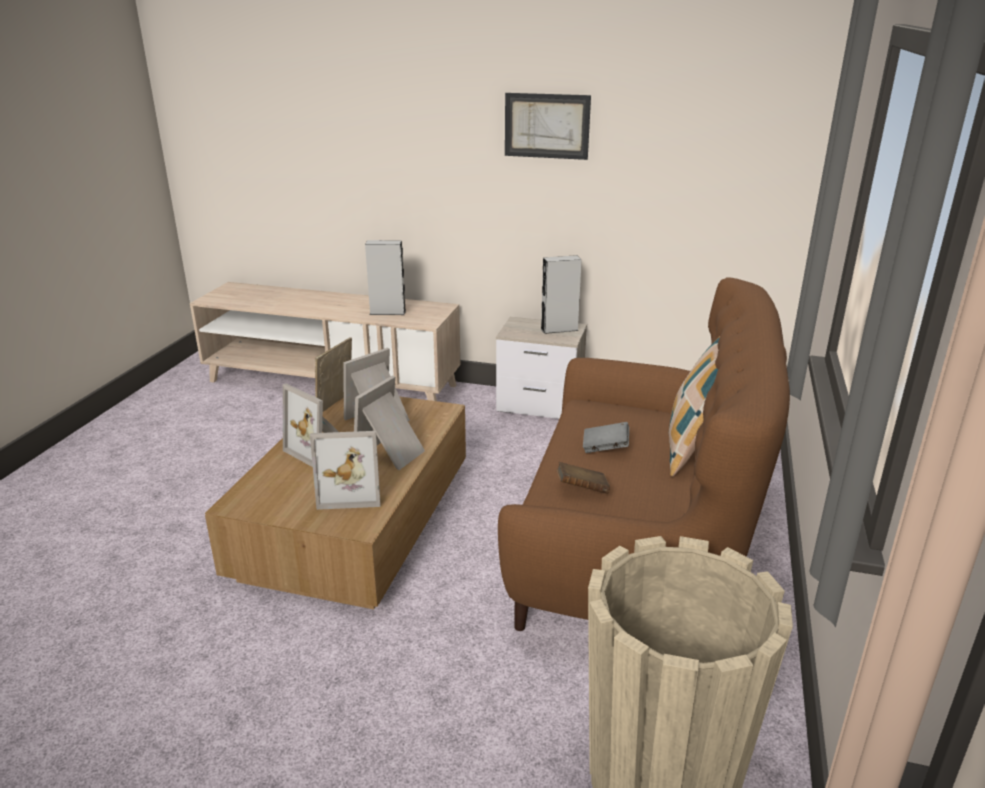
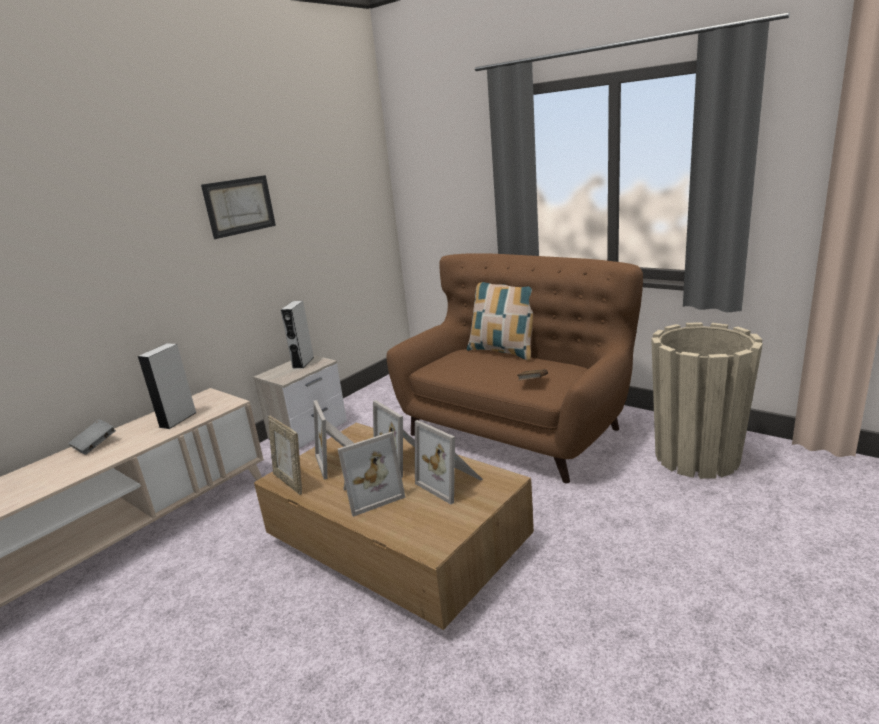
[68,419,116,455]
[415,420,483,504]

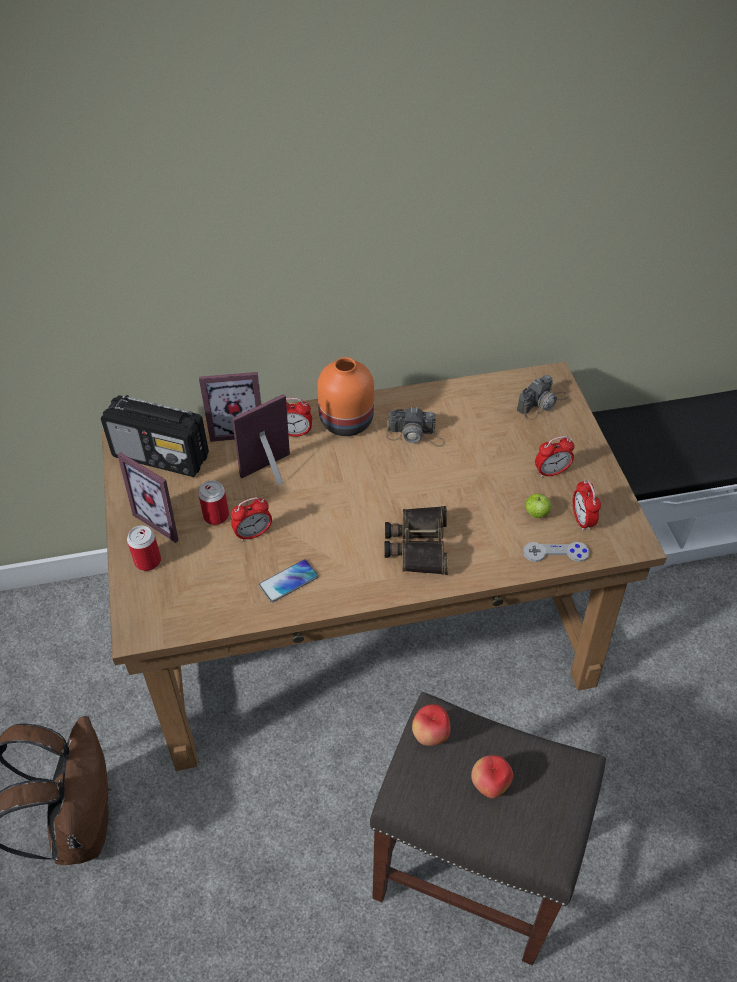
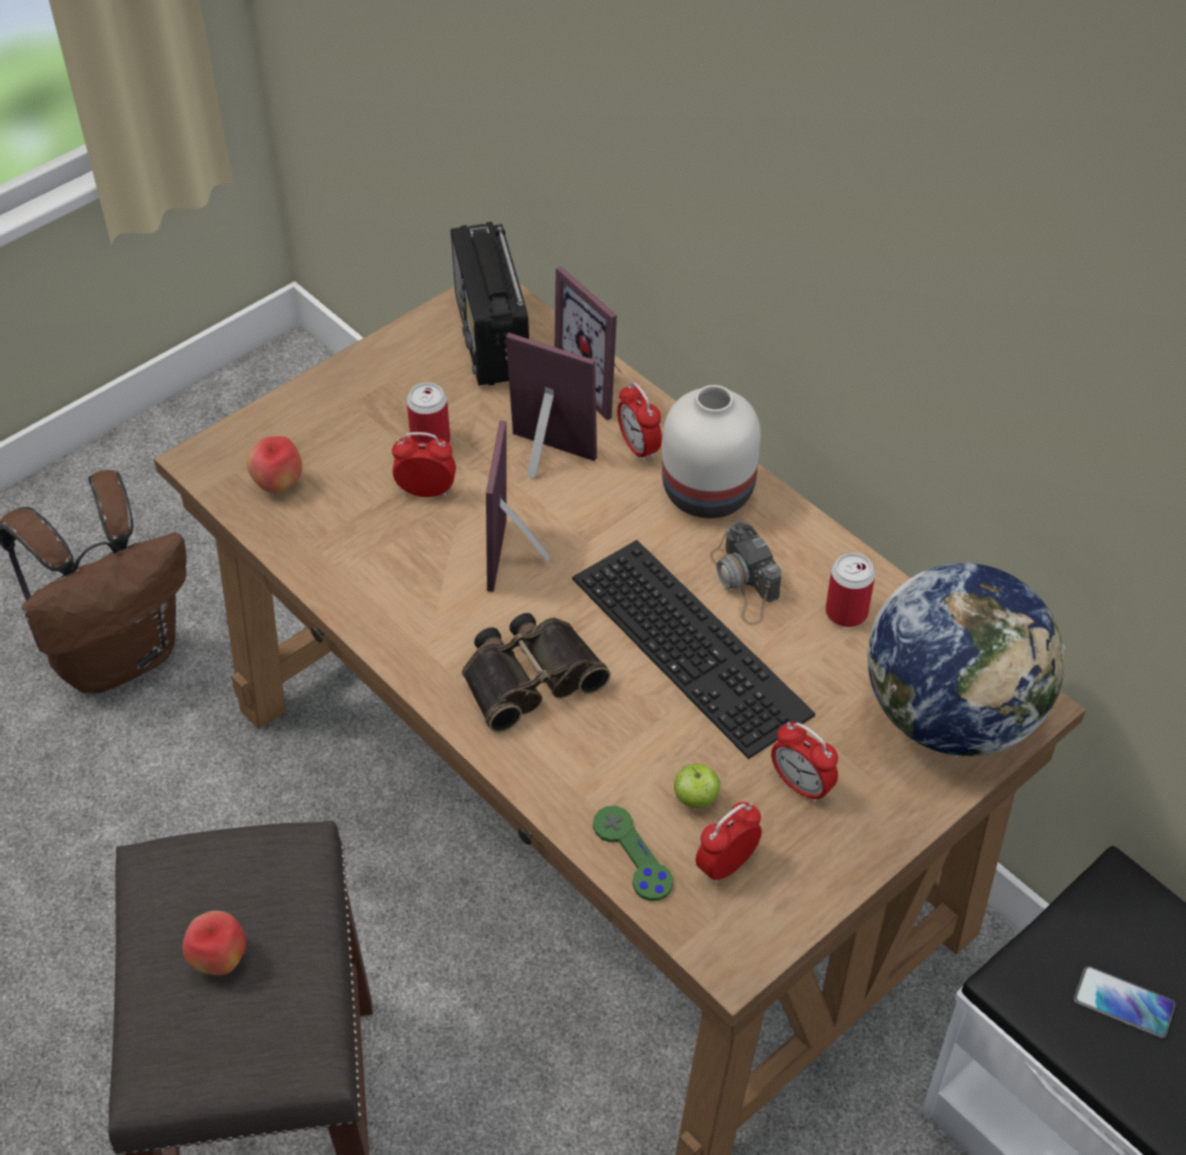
[662,385,761,518]
[867,563,1065,757]
[486,420,550,592]
[392,432,456,497]
[825,553,875,627]
[593,806,673,901]
[1074,966,1176,1038]
[247,436,302,494]
[572,540,815,759]

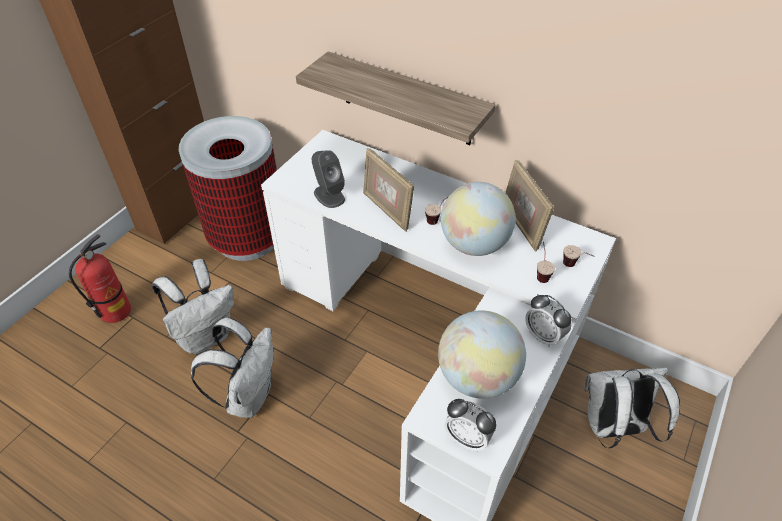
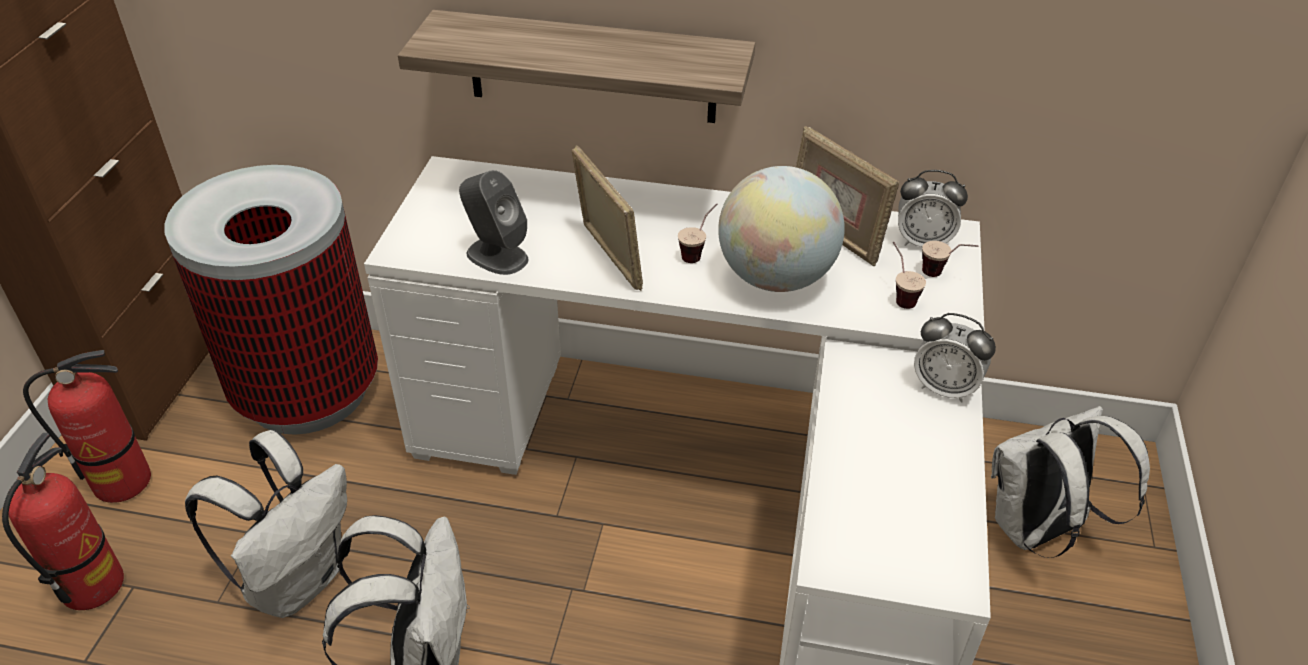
[572,145,643,291]
[438,310,526,399] (first image)
[898,170,968,247]
[23,350,151,503]

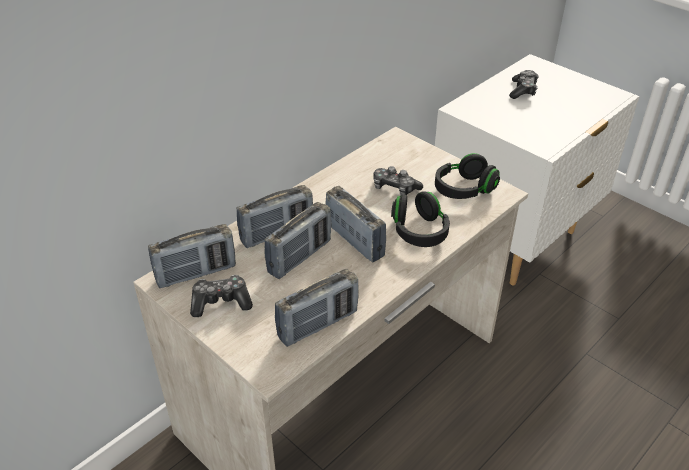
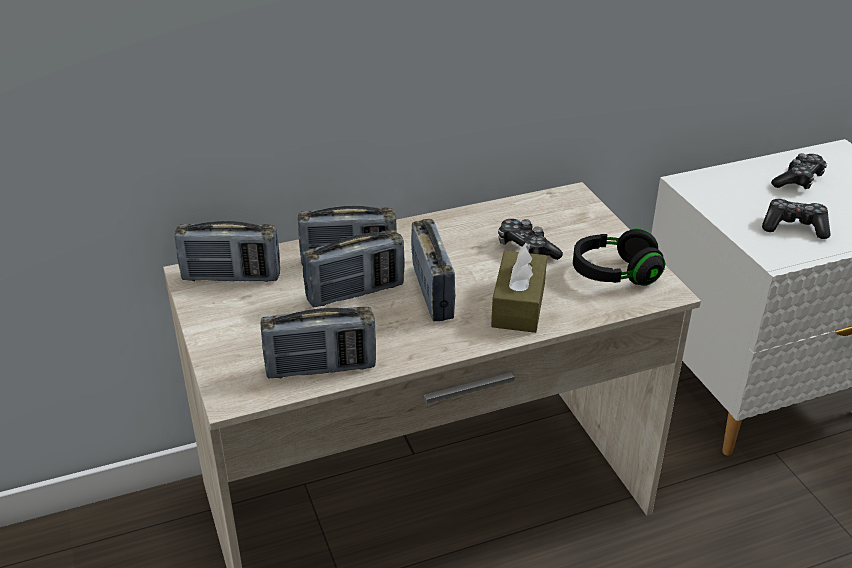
[491,243,547,333]
[762,199,831,239]

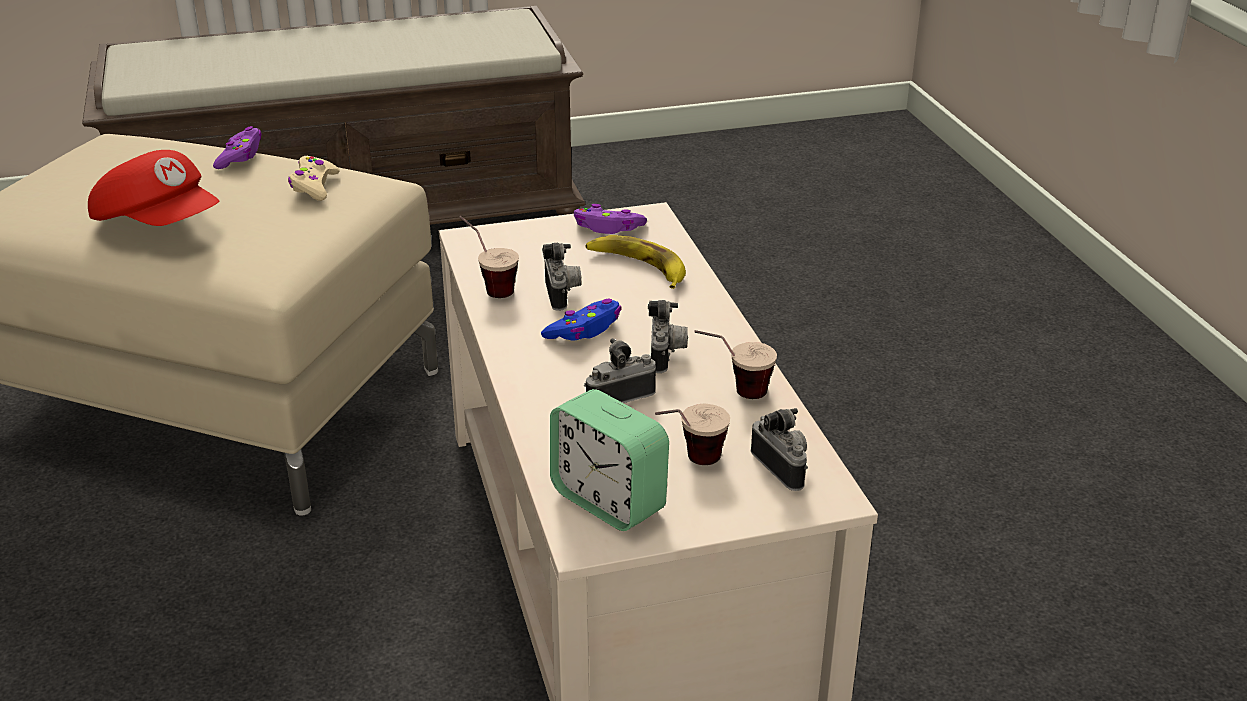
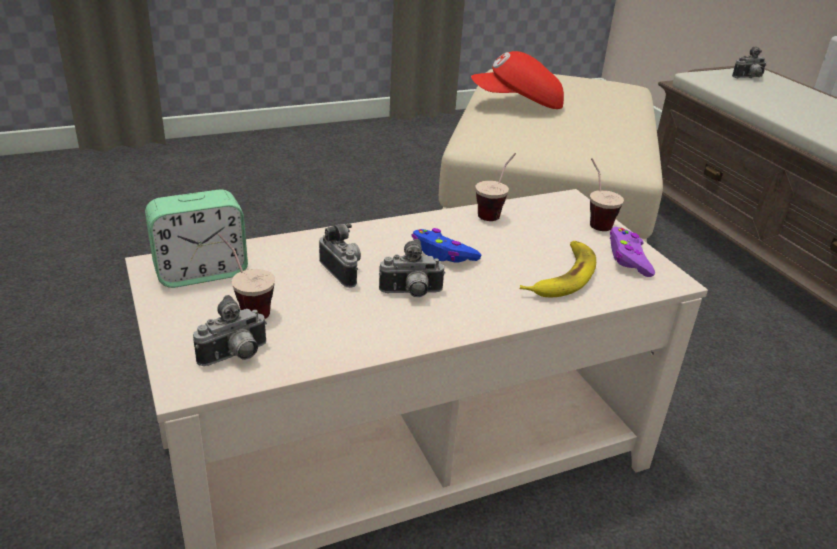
[213,126,261,169] (first image)
[471,51,564,109]
[288,156,340,201] (first image)
[732,46,766,78]
[590,158,624,231]
[145,189,248,288]

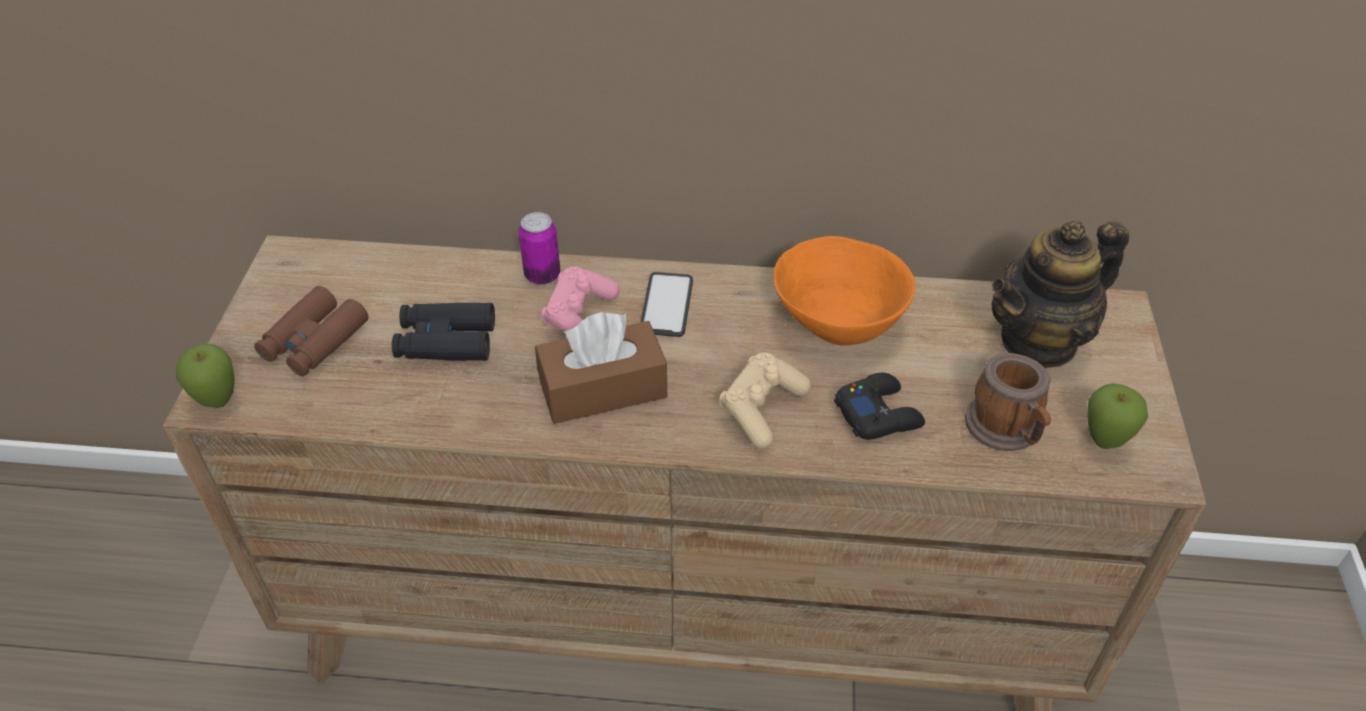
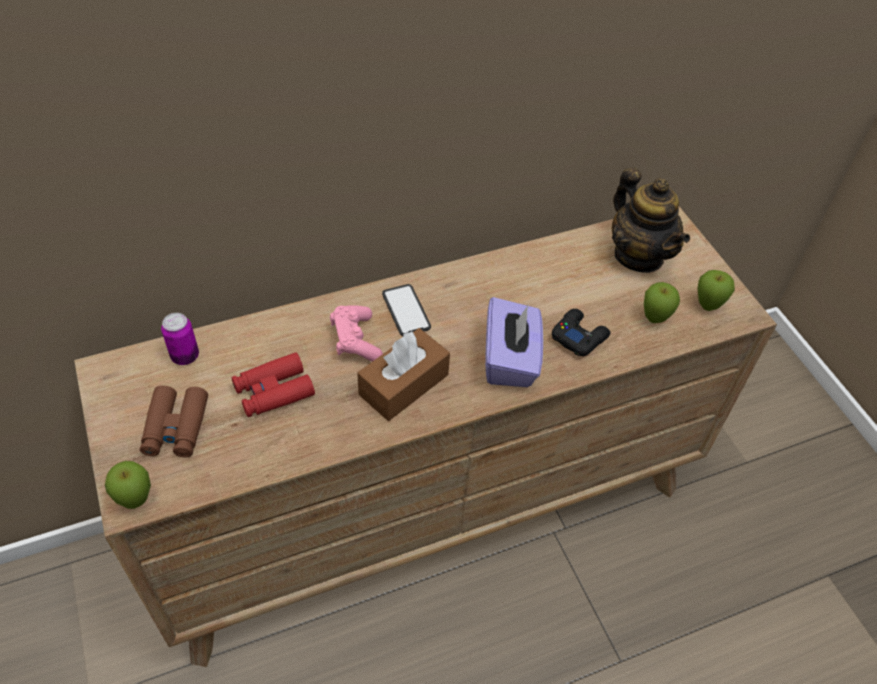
[161,313,199,365]
[612,167,690,273]
[773,236,915,345] (first image)
[232,352,315,417]
[485,297,543,387]
[644,282,680,323]

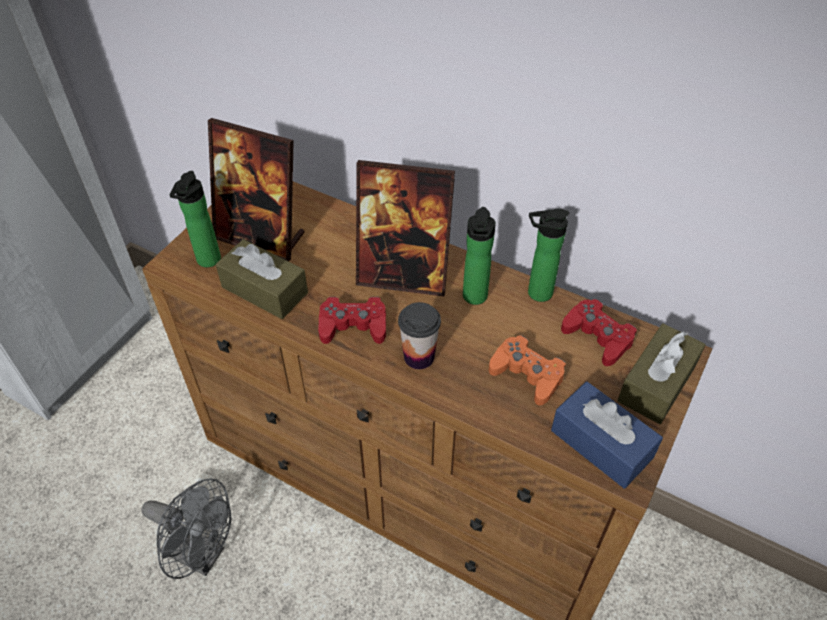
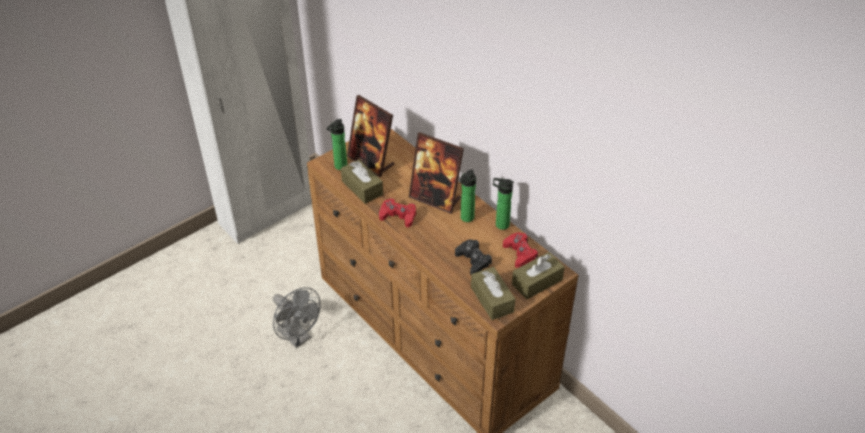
[398,302,441,369] (first image)
[455,239,492,274]
[471,267,515,320]

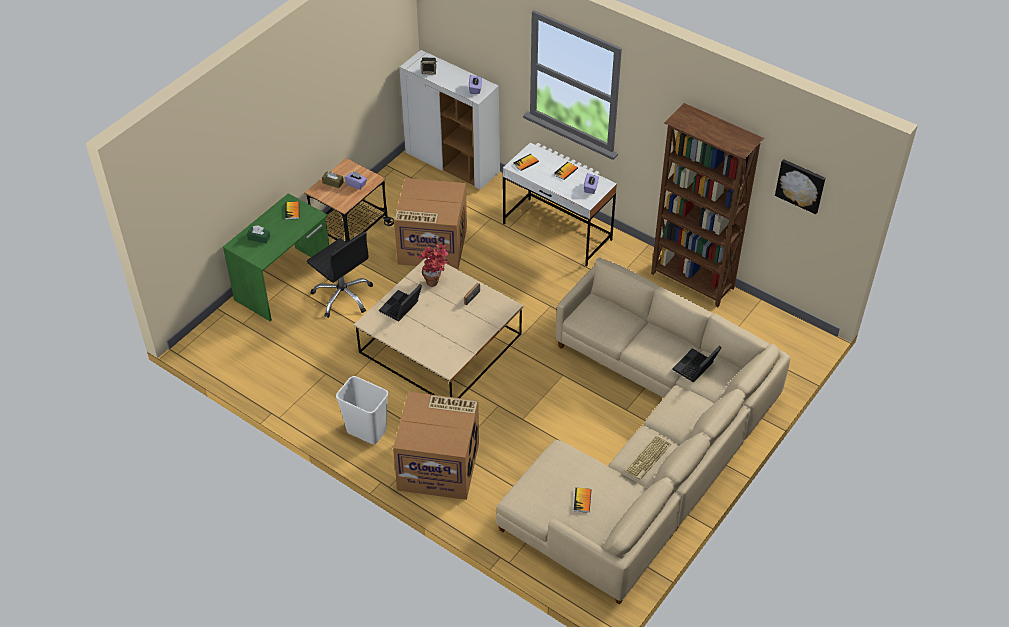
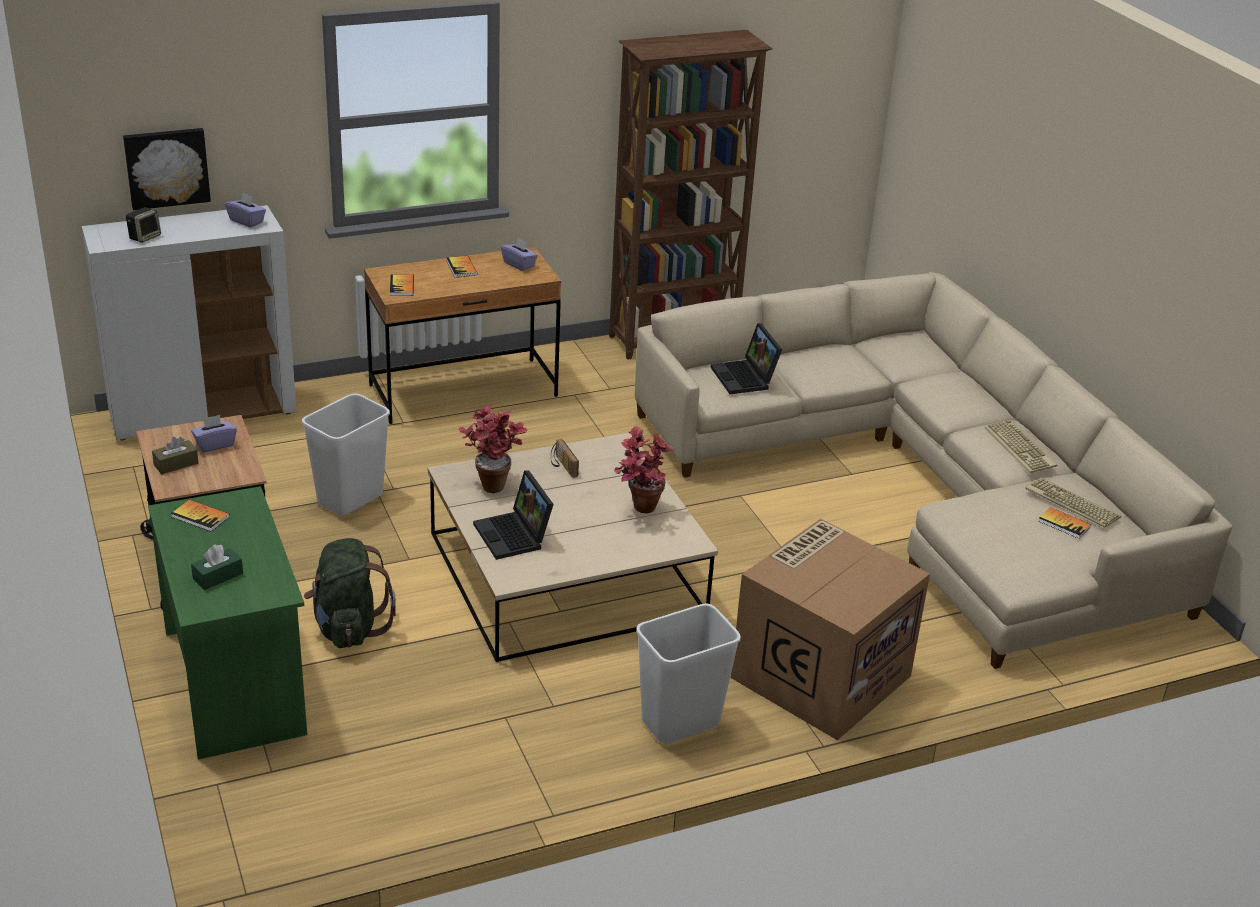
[364,247,561,424]
[123,128,211,210]
[302,393,390,515]
[304,538,396,648]
[710,323,782,394]
[614,426,674,513]
[1025,478,1121,527]

